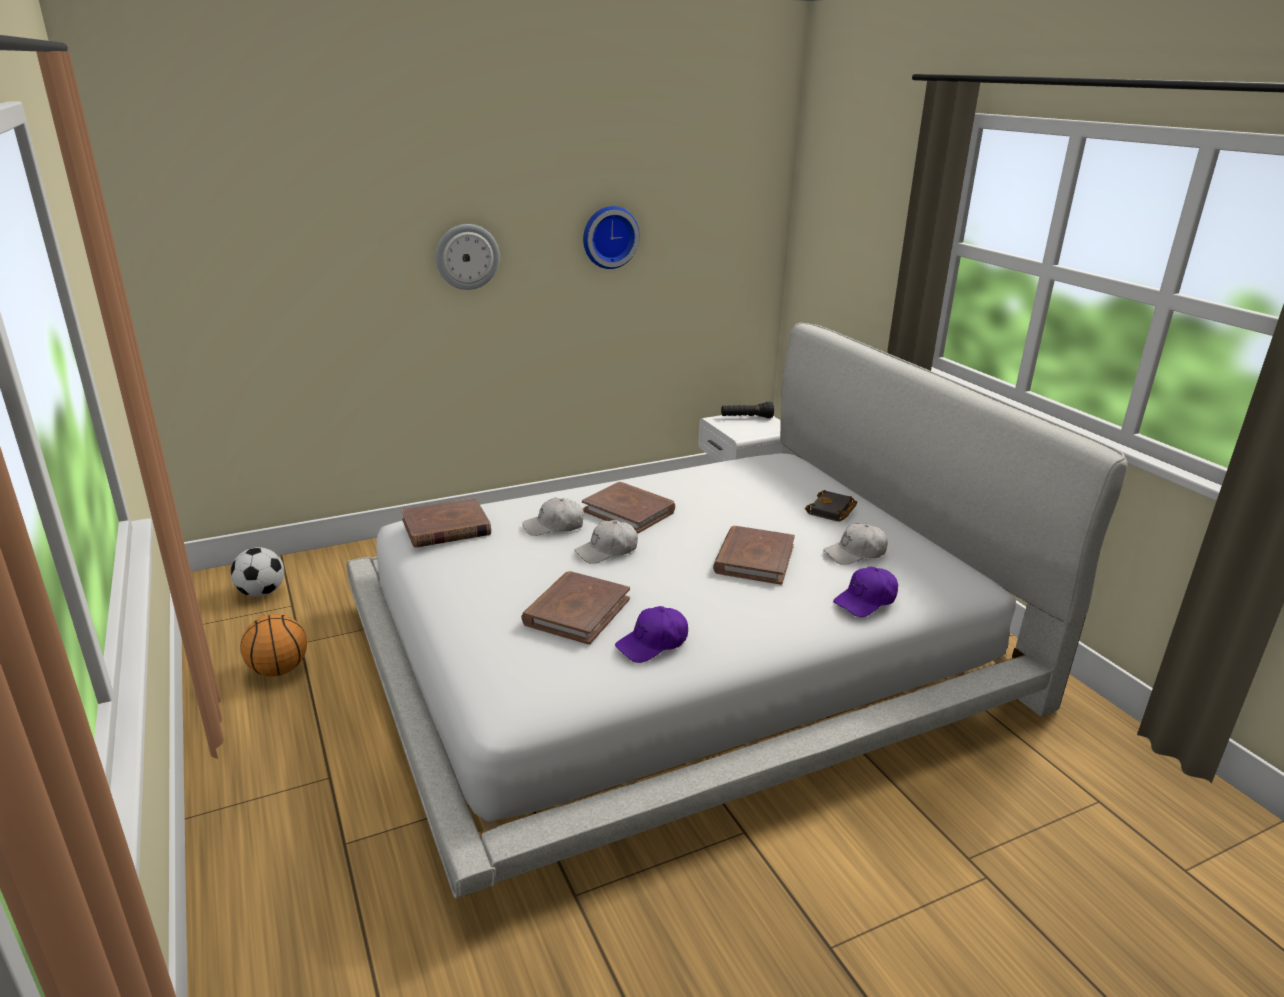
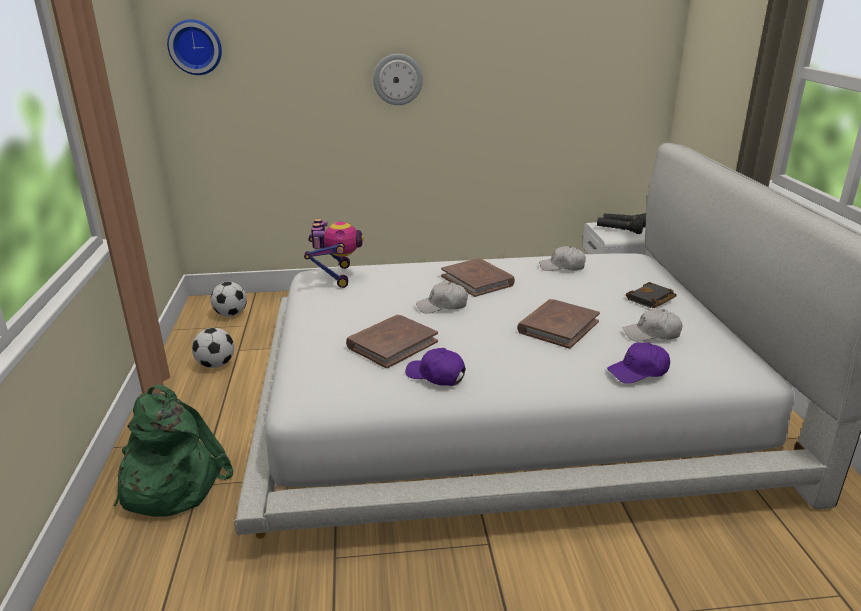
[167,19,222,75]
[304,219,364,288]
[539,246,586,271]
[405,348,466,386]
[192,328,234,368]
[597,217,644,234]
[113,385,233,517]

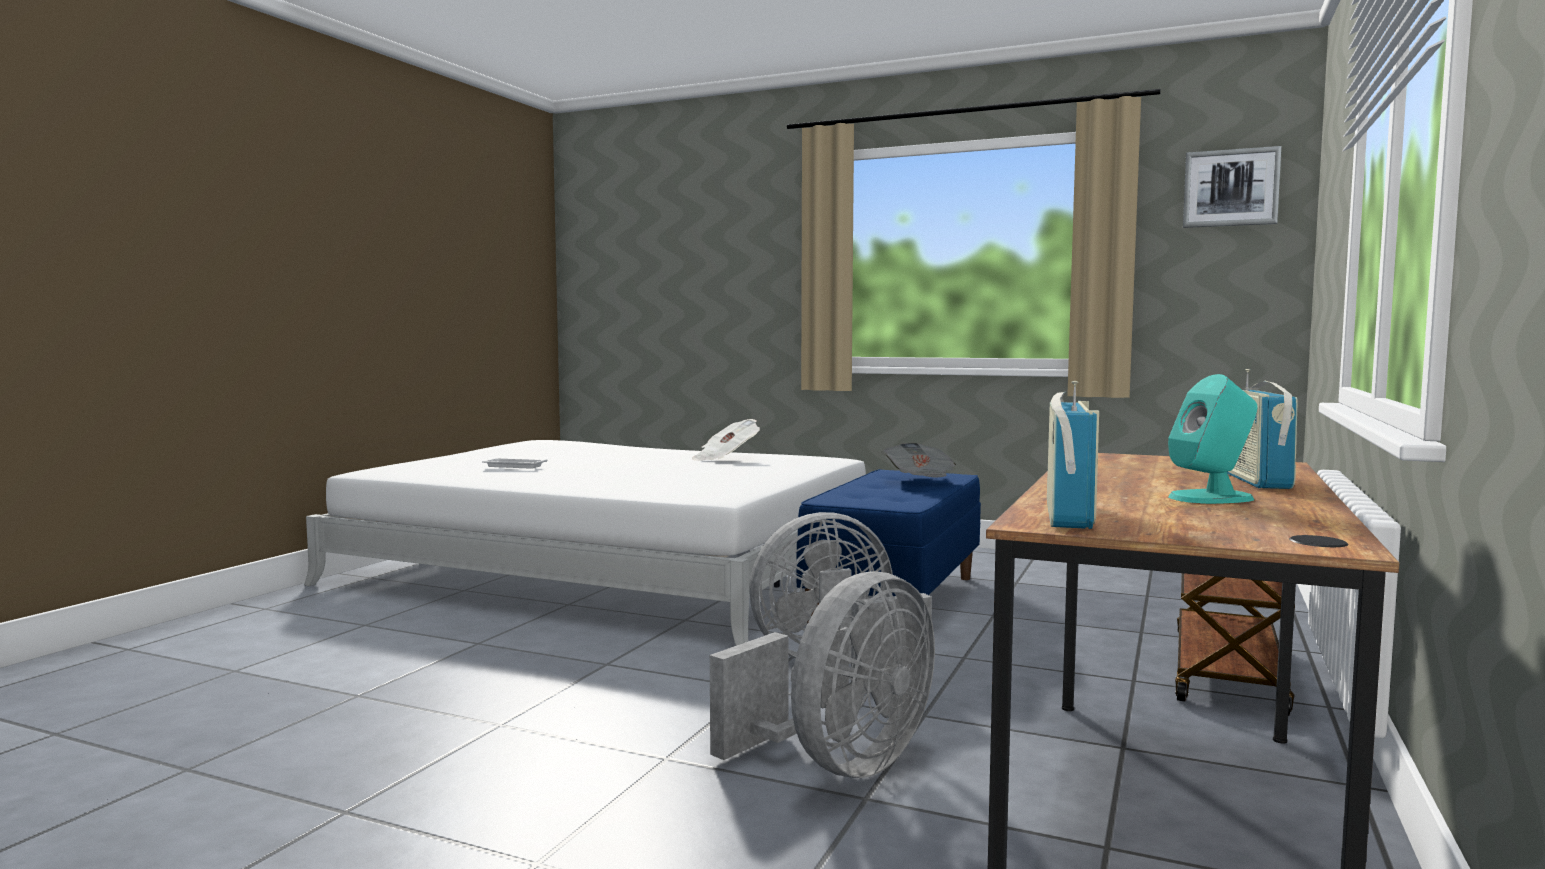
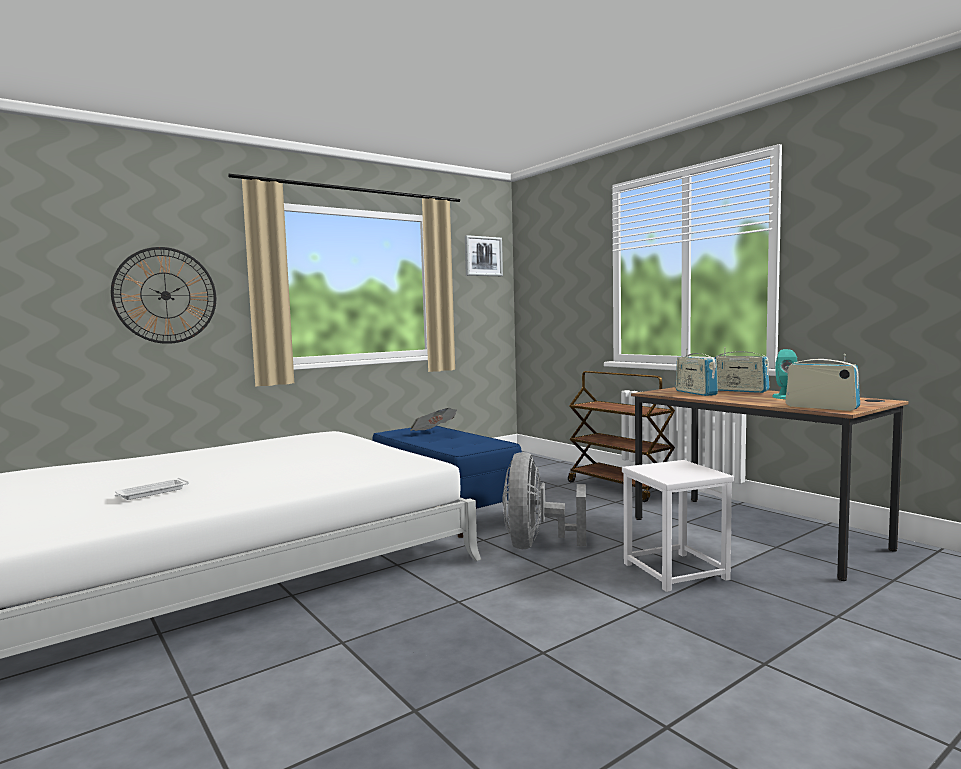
[692,419,760,461] (first image)
[622,460,734,592]
[111,247,216,344]
[676,348,718,396]

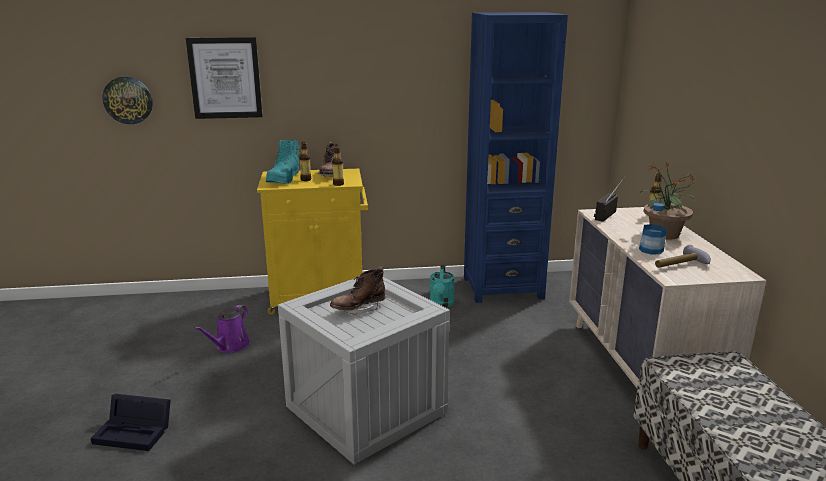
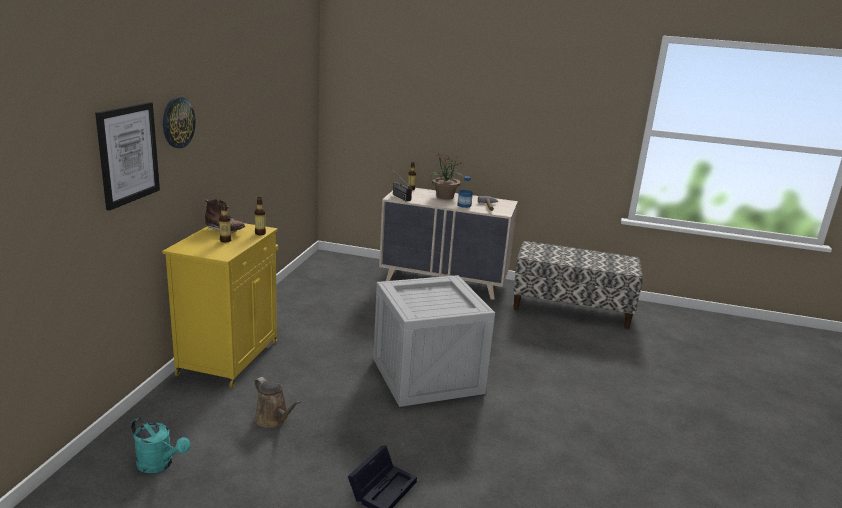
[464,12,568,303] (first image)
[163,97,195,148]
[266,140,300,184] (first image)
[131,417,190,473]
[330,266,386,314] (first image)
[254,377,301,428]

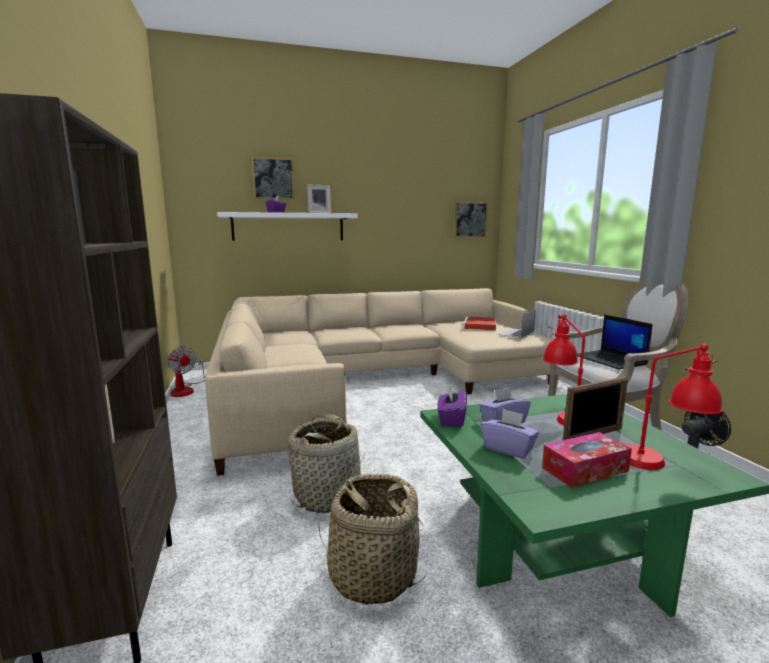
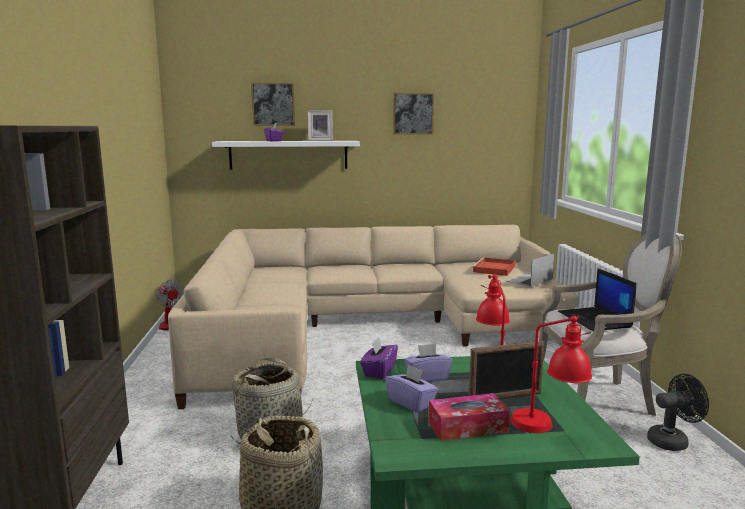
[393,93,434,135]

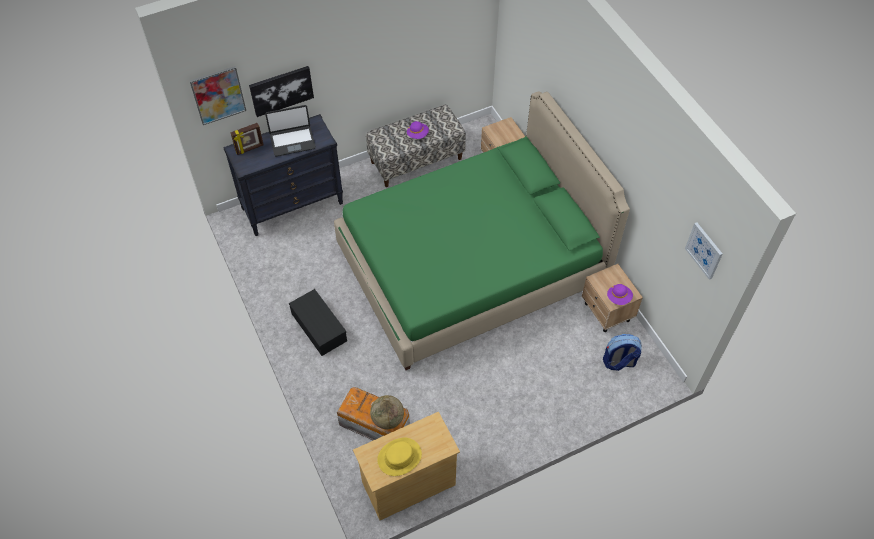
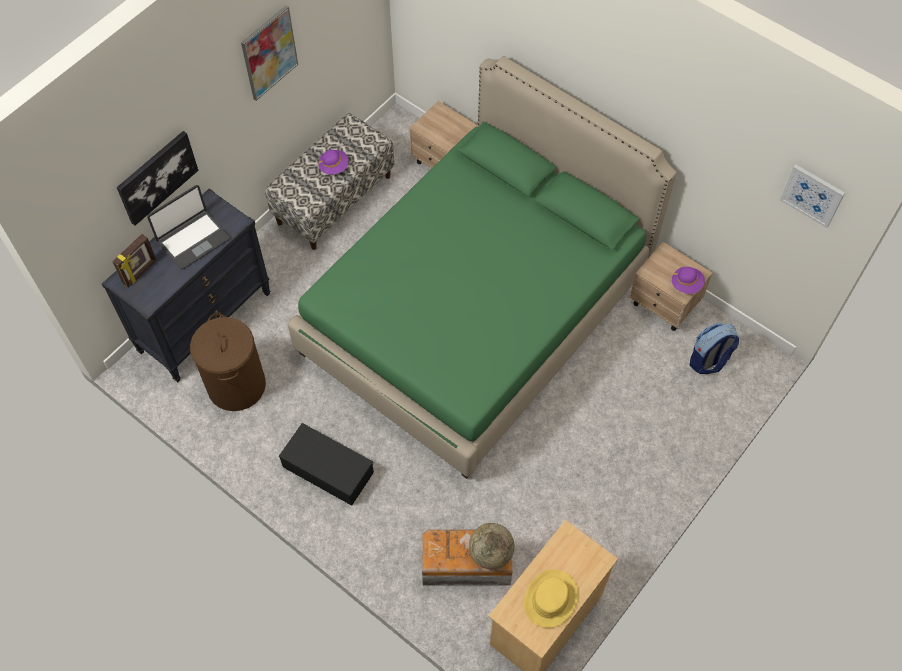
[241,5,298,101]
[190,313,266,411]

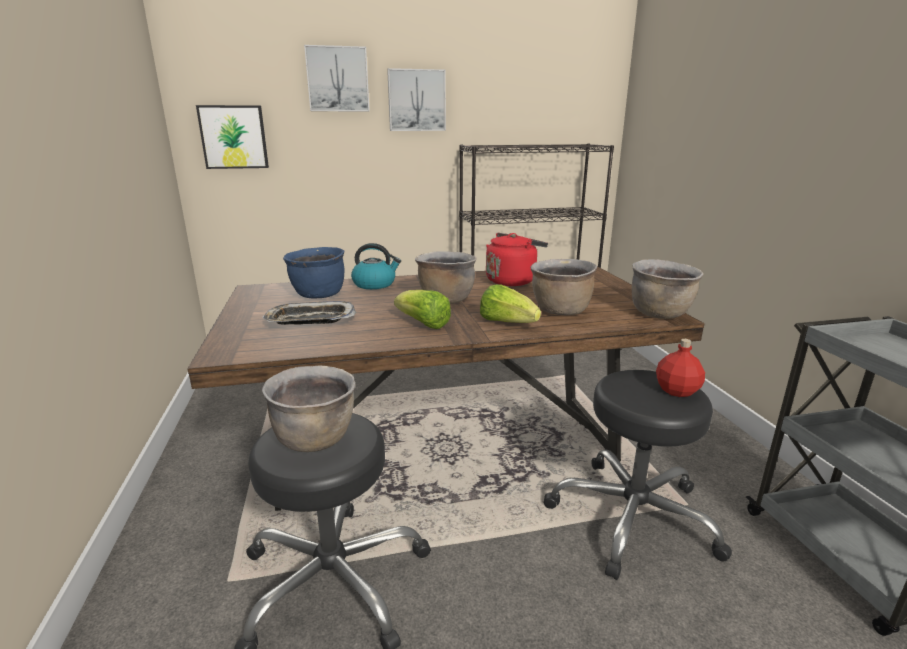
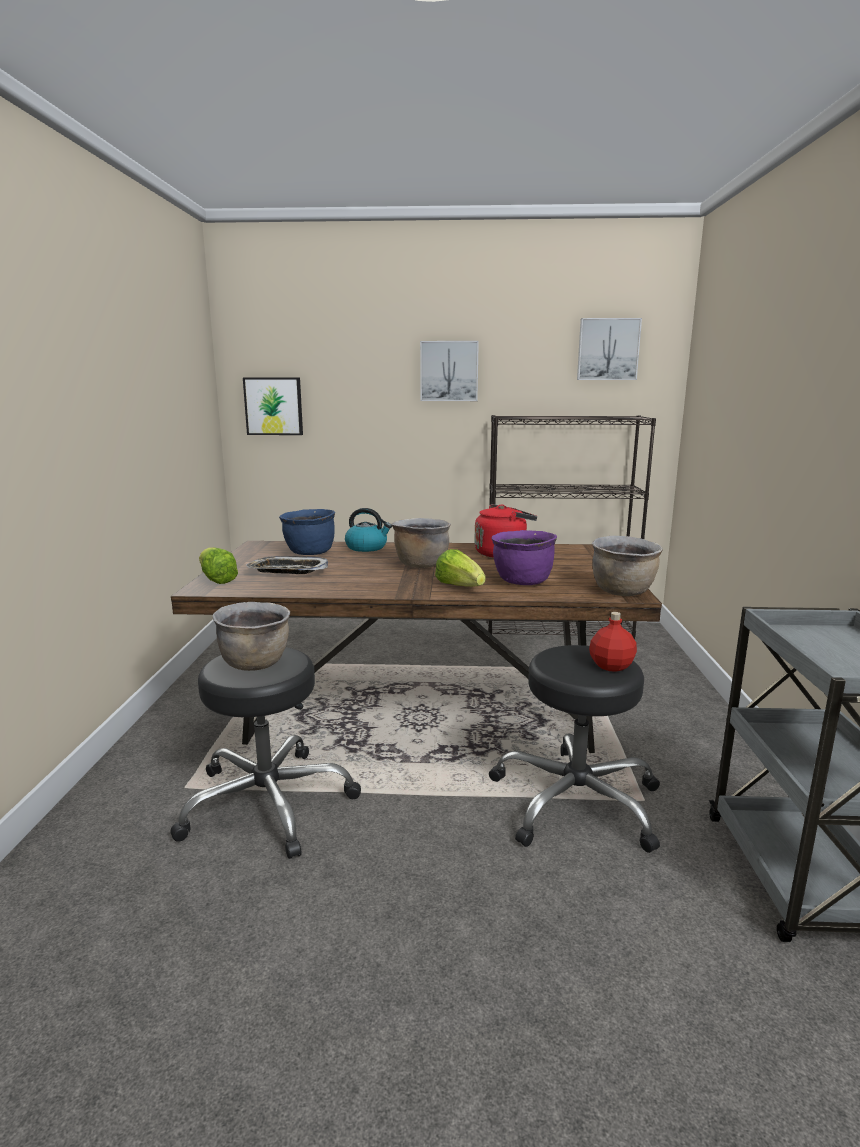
[577,318,642,380]
[491,530,557,585]
[199,547,238,584]

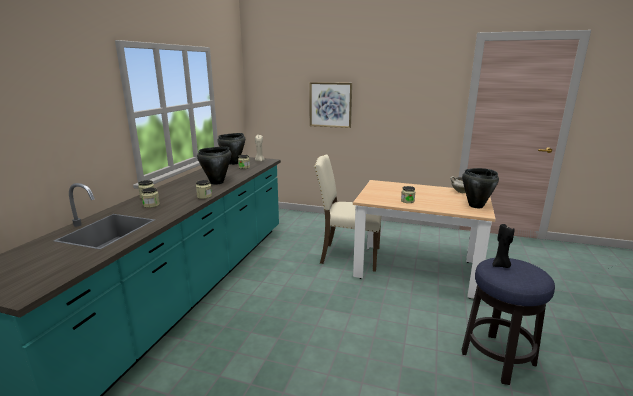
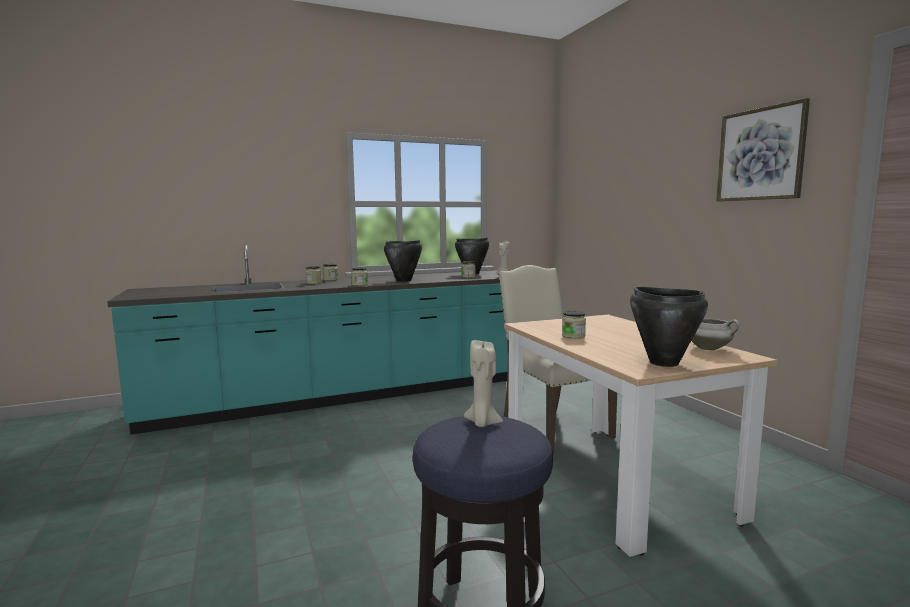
[716,98,810,202]
[464,340,503,427]

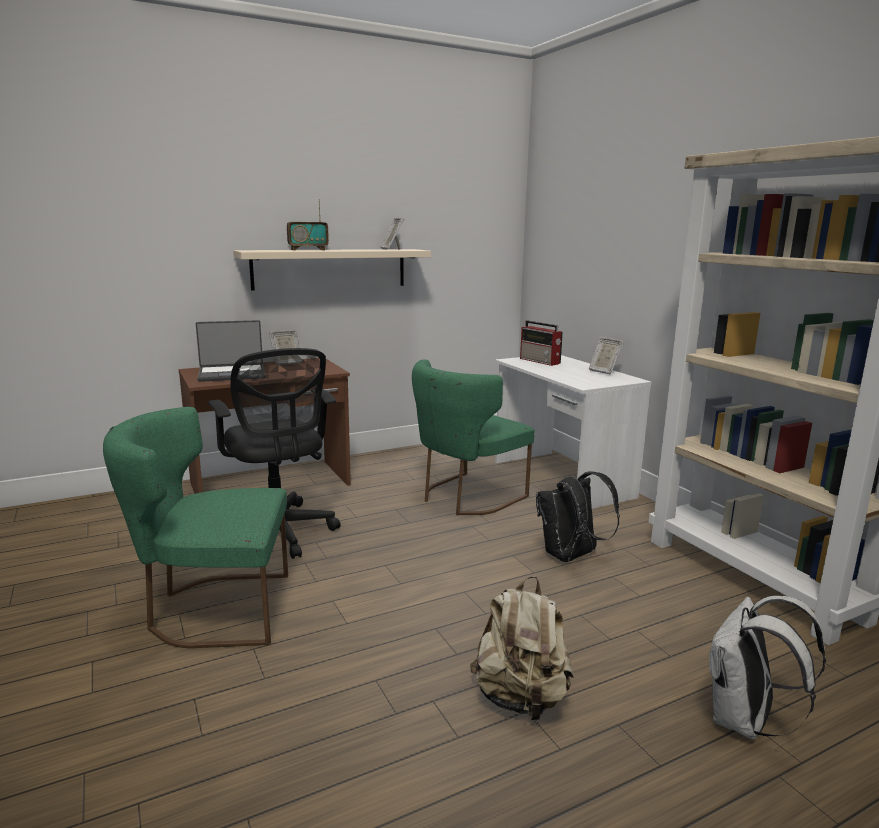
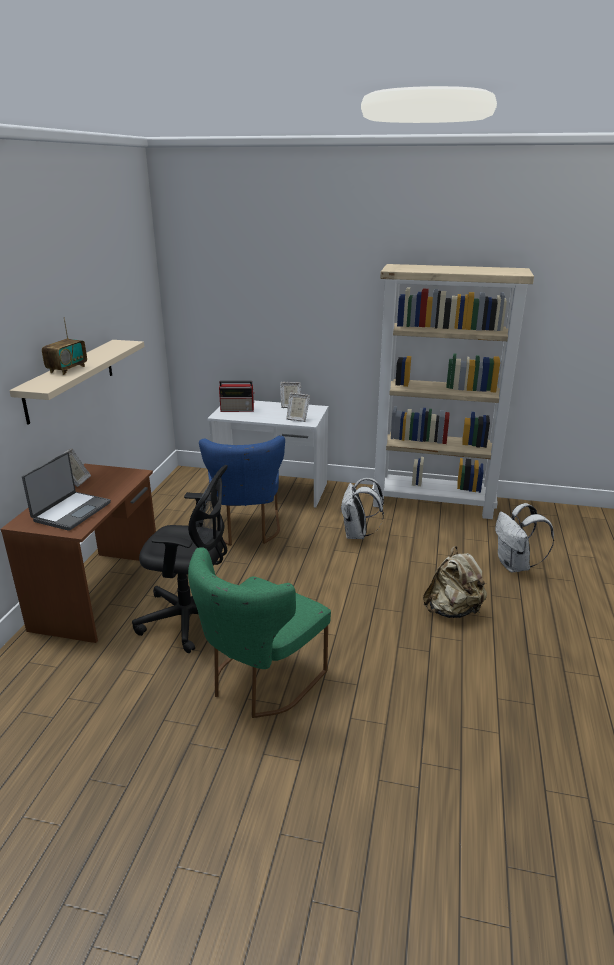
[286,392,310,422]
[199,436,285,546]
[340,478,384,539]

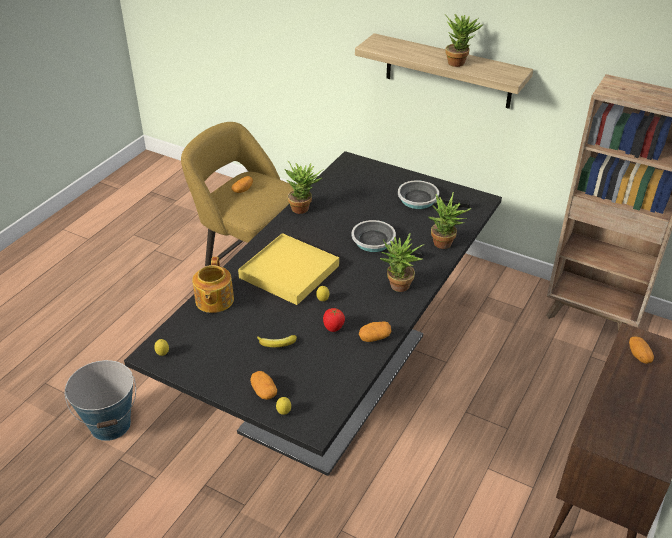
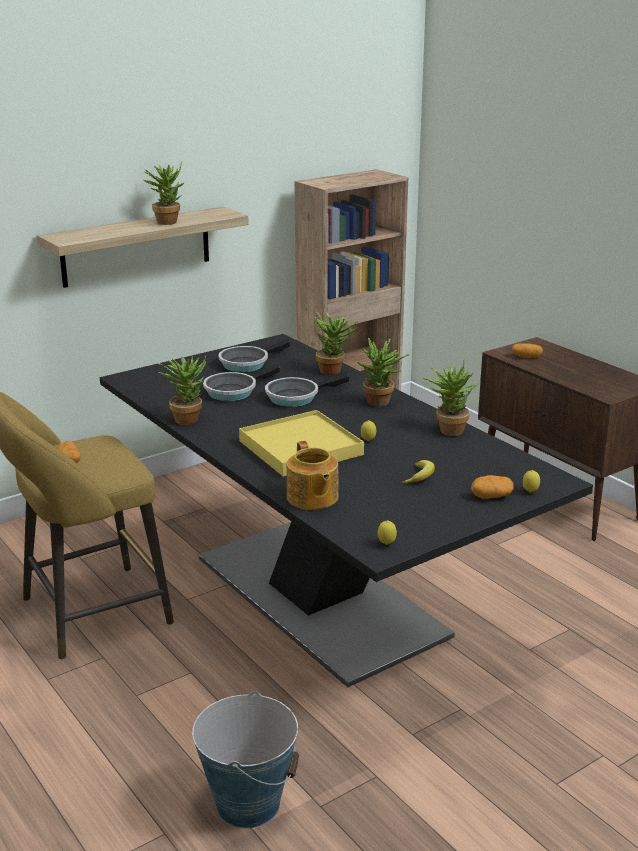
[287,441,339,510]
[323,308,345,332] (first image)
[423,361,477,436]
[203,364,280,401]

